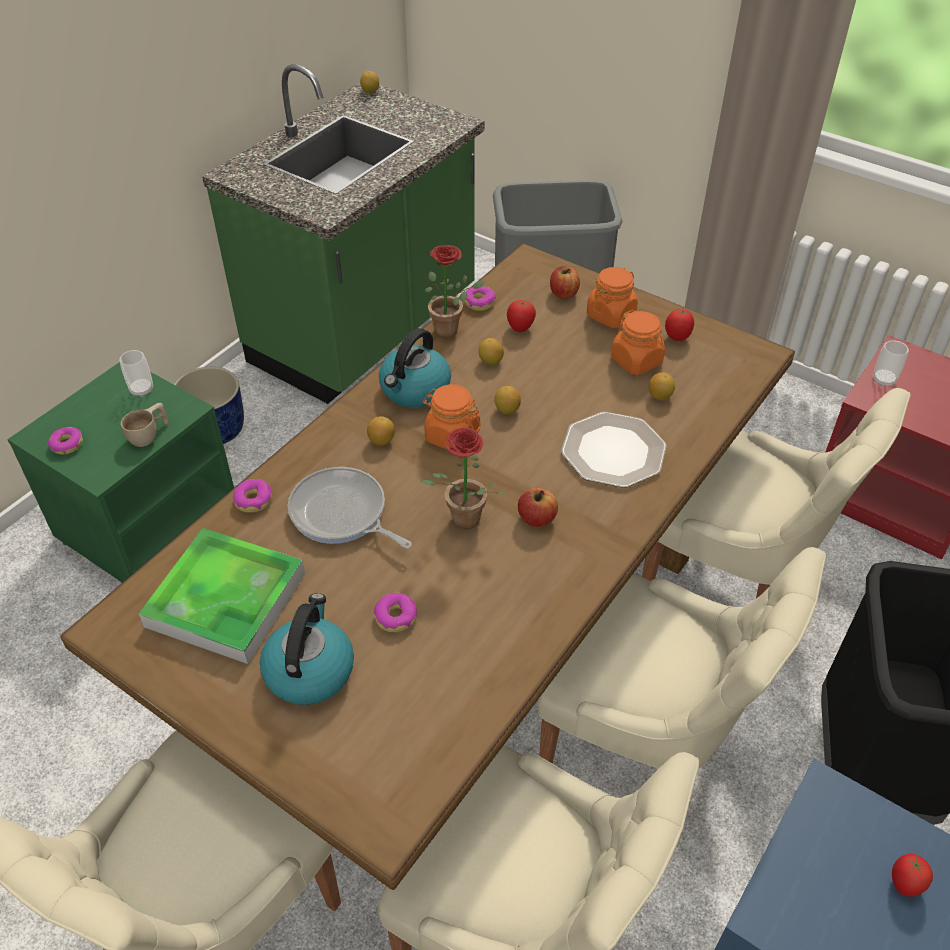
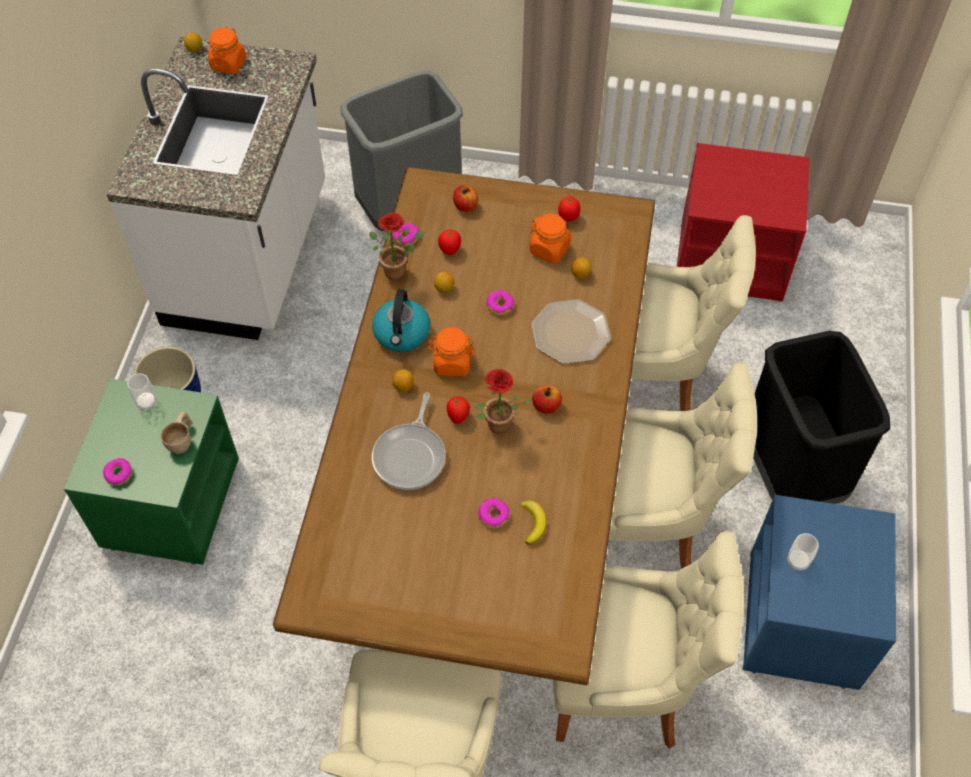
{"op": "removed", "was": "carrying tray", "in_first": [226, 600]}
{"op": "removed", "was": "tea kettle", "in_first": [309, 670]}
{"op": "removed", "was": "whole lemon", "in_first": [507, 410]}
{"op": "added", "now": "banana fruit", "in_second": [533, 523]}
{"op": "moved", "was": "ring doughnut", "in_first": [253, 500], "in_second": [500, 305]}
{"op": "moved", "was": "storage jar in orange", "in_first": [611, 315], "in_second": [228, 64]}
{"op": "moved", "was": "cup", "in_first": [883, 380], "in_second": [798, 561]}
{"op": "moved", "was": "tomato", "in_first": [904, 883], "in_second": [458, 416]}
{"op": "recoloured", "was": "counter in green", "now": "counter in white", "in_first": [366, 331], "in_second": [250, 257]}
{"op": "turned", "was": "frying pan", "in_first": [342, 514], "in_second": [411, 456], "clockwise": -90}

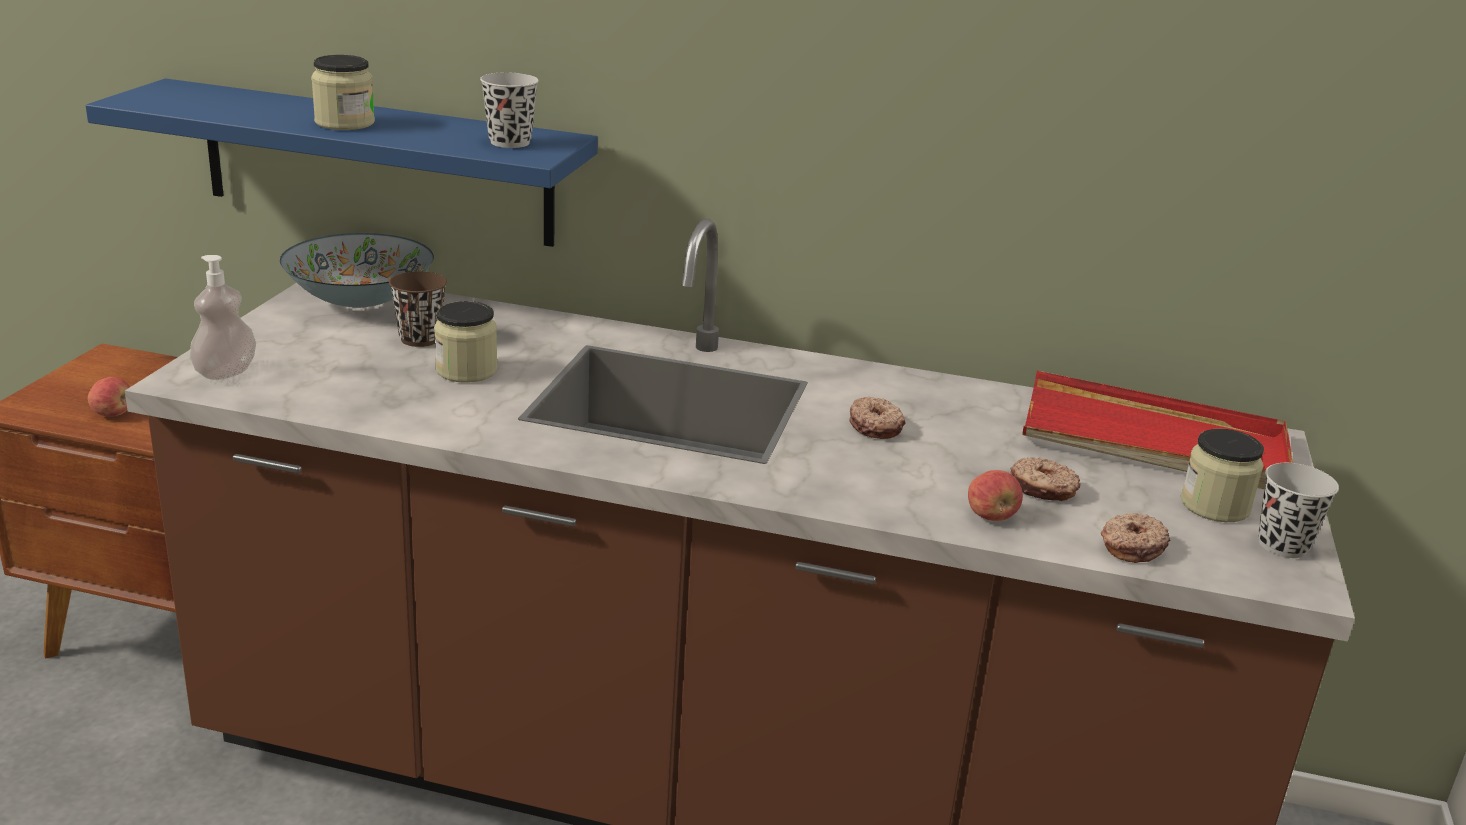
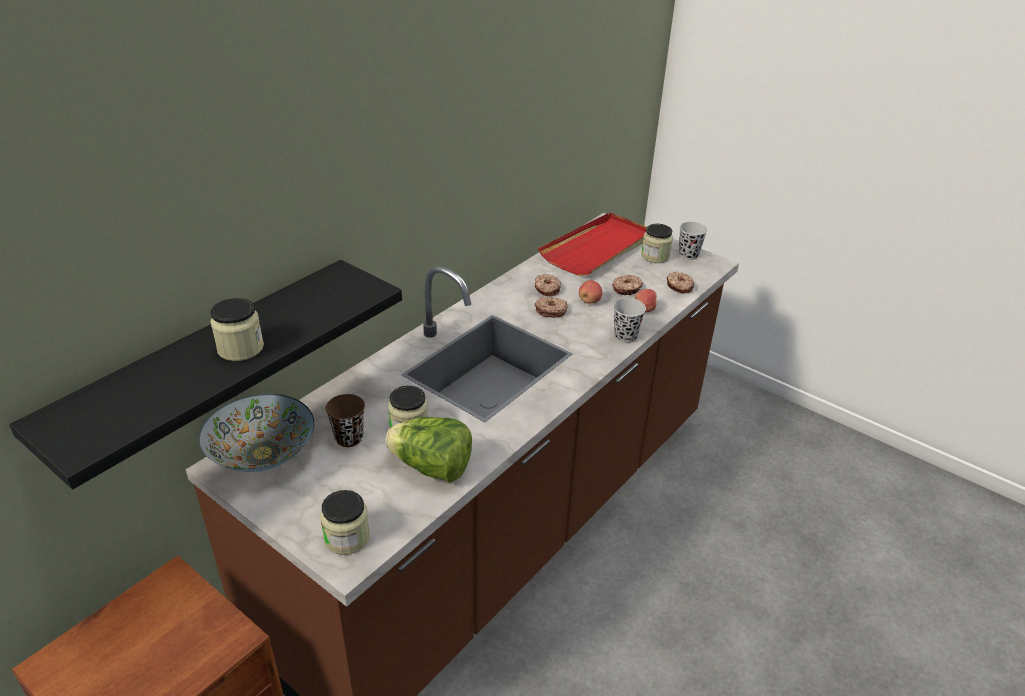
{"op": "added", "now": "head of lettuce", "in_second": [432, 468]}
{"op": "added", "now": "ring doughnut", "in_second": [546, 289]}
{"op": "moved", "was": "apple fruit", "in_first": [113, 413], "in_second": [589, 301]}
{"op": "moved", "was": "cup in black-coloured", "in_first": [510, 142], "in_second": [625, 336]}
{"op": "replaced", "was": "soap dispenser", "now": "storage jar", "in_first": [226, 372], "in_second": [347, 538]}
{"op": "recoloured", "was": "wall shelf in bluish", "now": "wall shelf in black-coloured", "in_first": [377, 163], "in_second": [207, 366]}

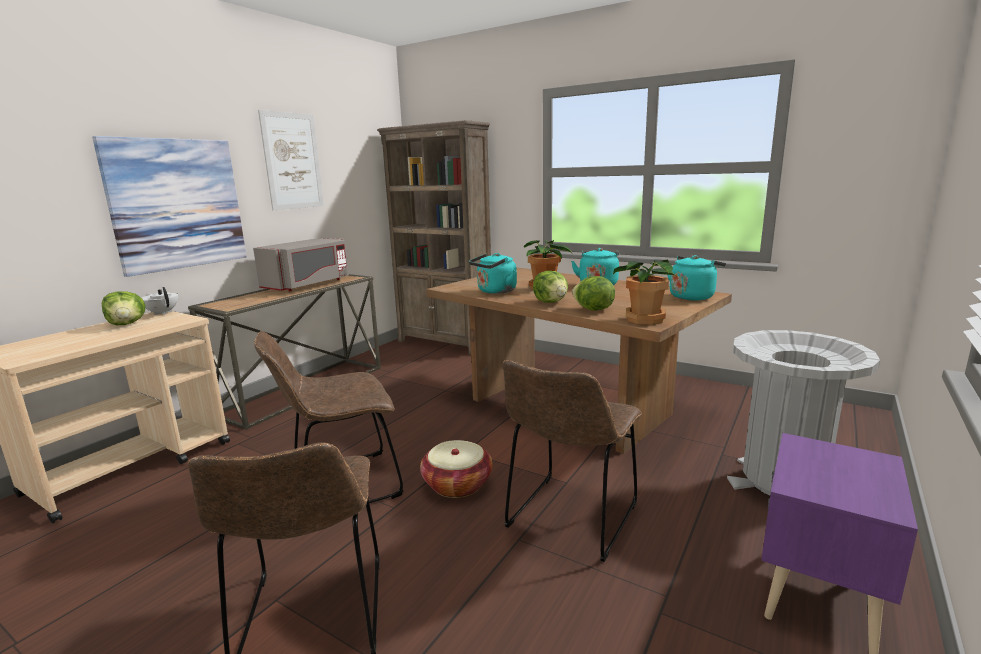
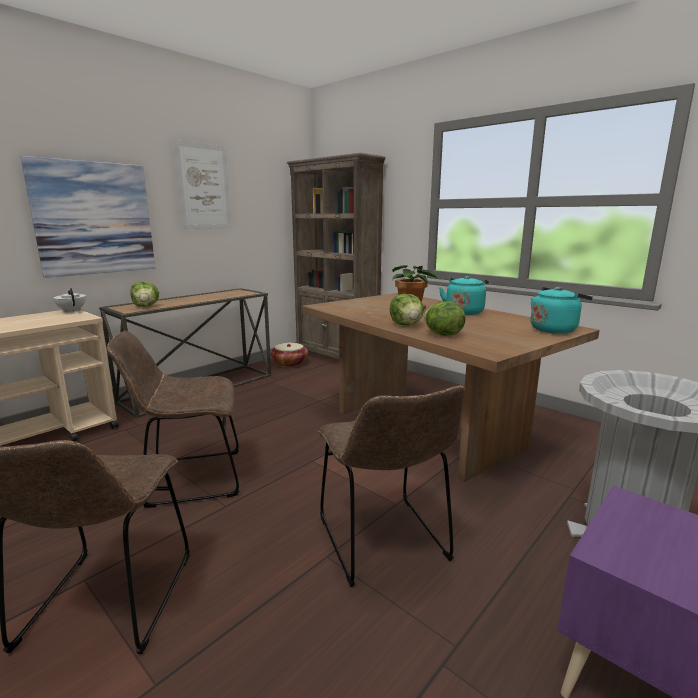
{"op": "removed", "was": "microwave oven in grey", "in_first": [308, 284]}
{"op": "removed", "was": "tea kettle in turquoise-coloured", "in_first": [495, 291]}
{"op": "removed", "was": "potted plant", "in_first": [644, 319]}
{"op": "moved", "was": "head of lettuce", "in_first": [127, 324], "in_second": [146, 306]}
{"op": "moved", "was": "storage basket", "in_first": [457, 484], "in_second": [289, 363]}
{"op": "turned", "was": "chair in brown-coloured", "in_first": [569, 519], "in_second": [385, 543], "clockwise": -60}

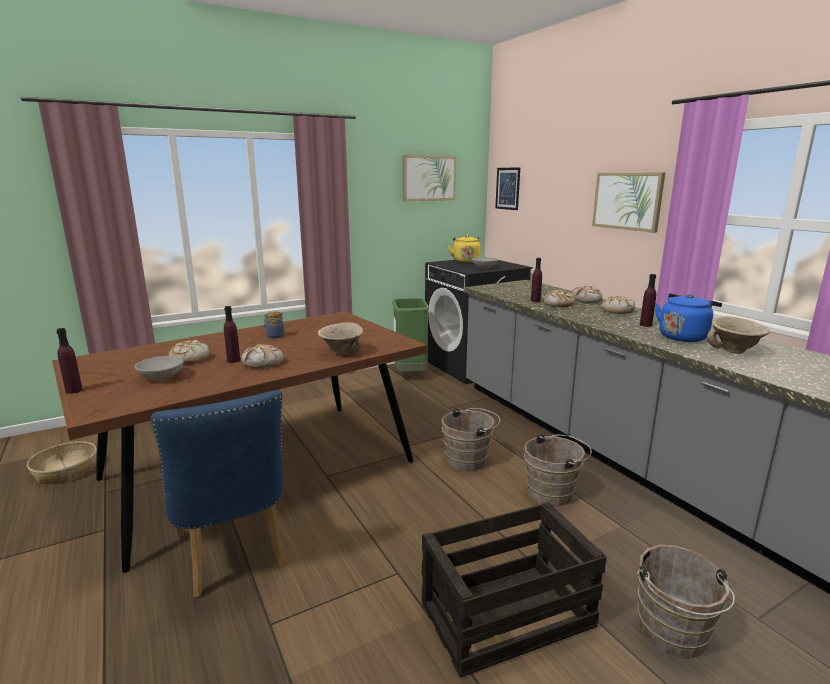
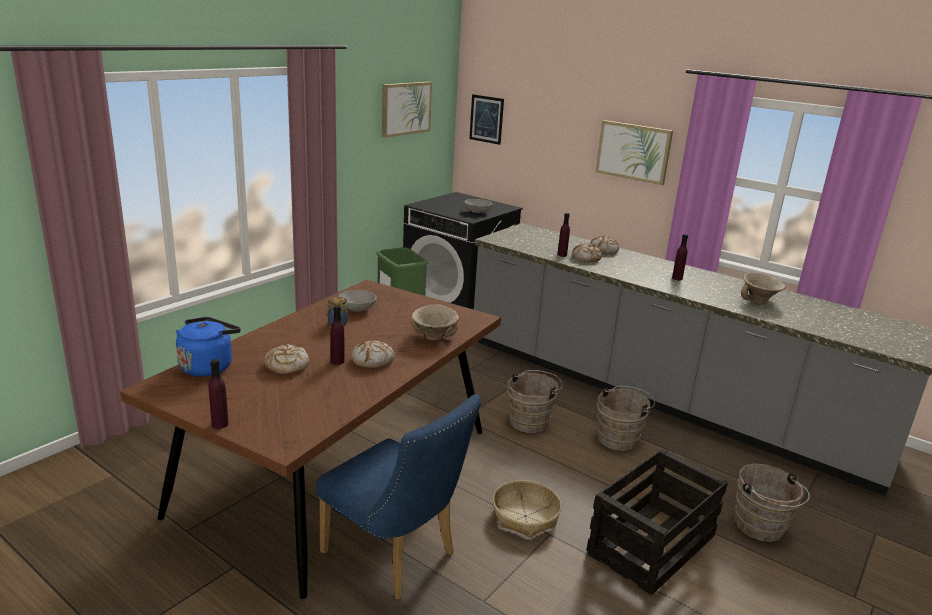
{"op": "removed", "was": "tea kettle in yellow", "in_first": [465, 261]}
{"op": "removed", "was": "bakery bread", "in_first": [617, 310]}
{"op": "moved", "was": "storage basket", "in_first": [66, 470], "in_second": [525, 516]}
{"op": "moved", "was": "serving bowl in grey", "in_first": [161, 377], "in_second": [357, 309]}
{"op": "moved", "was": "tea kettle in bluish", "in_first": [683, 337], "in_second": [208, 366]}

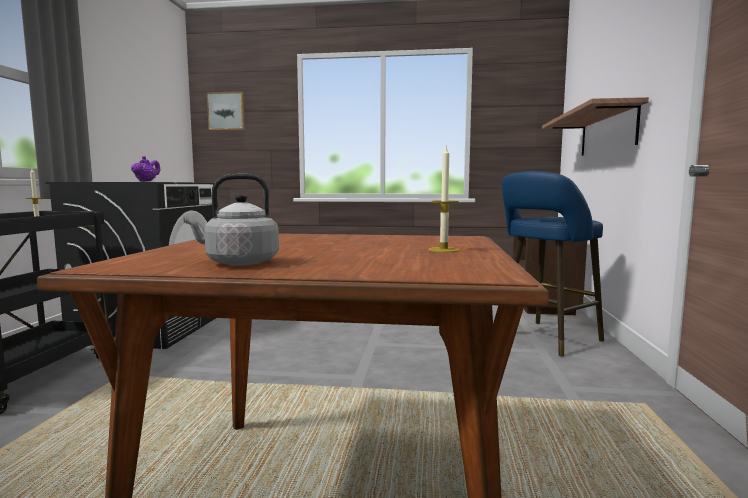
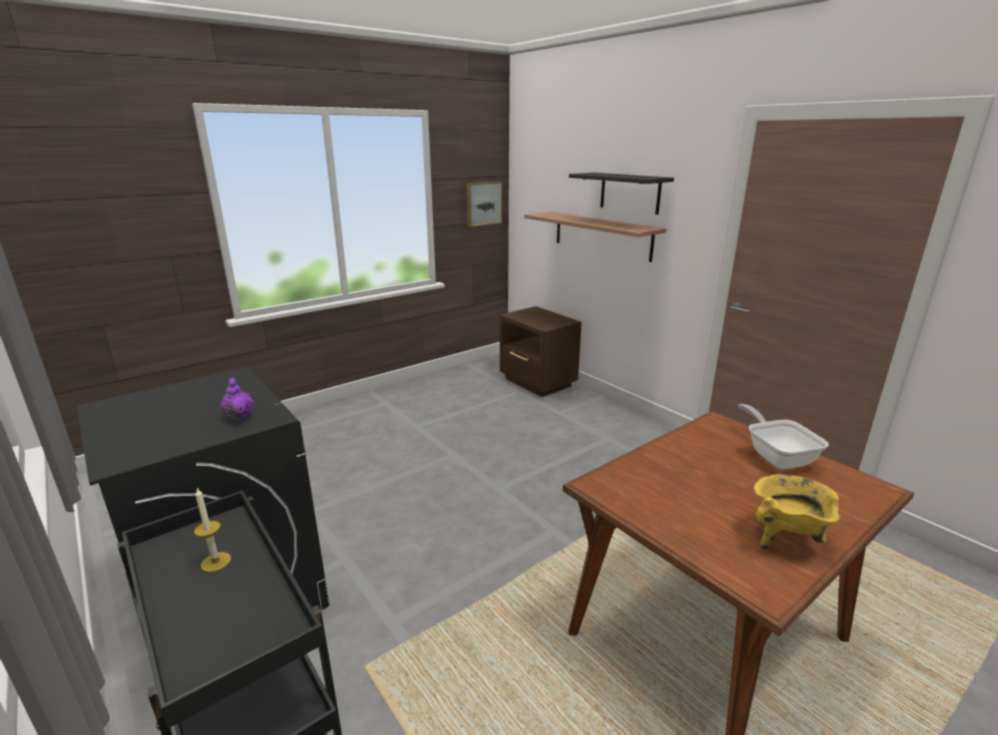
{"op": "removed", "was": "stool seat in bluish", "in_first": [544, 339]}
{"op": "added", "now": "wall shelf in black-coloured", "in_second": [630, 193]}
{"op": "moved", "was": "wall picture", "in_first": [226, 111], "in_second": [483, 203]}
{"op": "replaced", "was": "tea kettle in grey", "now": "stockpot in yellow", "in_first": [238, 263], "in_second": [786, 539]}
{"op": "replaced", "was": "wax candle", "now": "frying pan", "in_first": [443, 250], "in_second": [776, 456]}

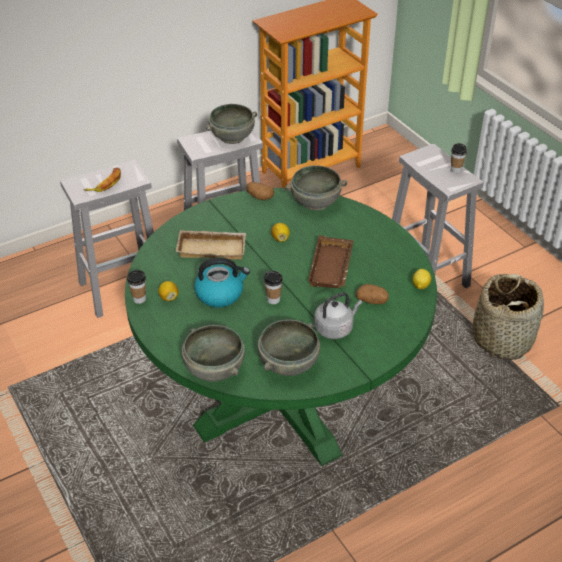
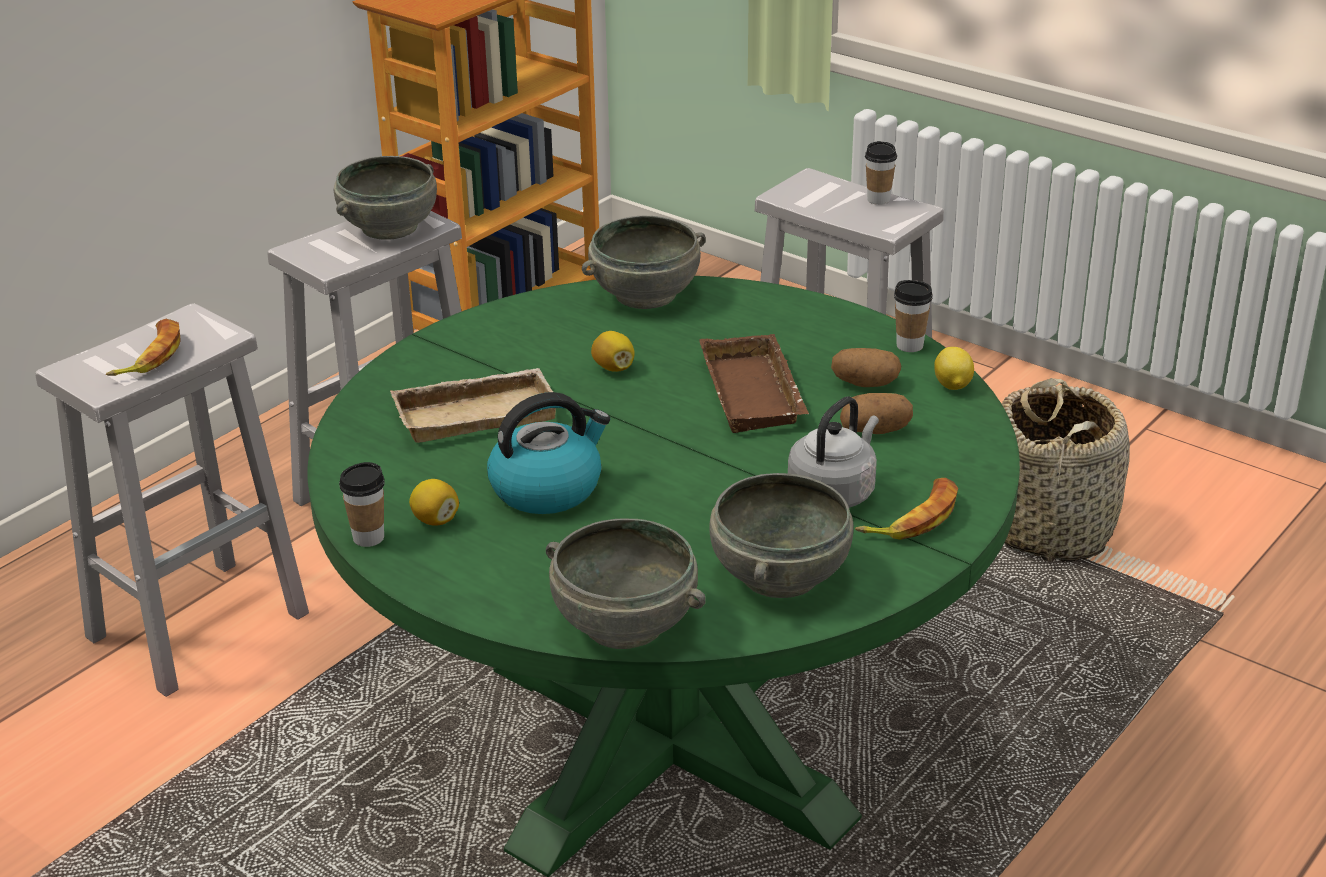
{"op": "added", "now": "banana fruit", "in_second": [913, 517]}
{"op": "moved", "was": "whole potato", "in_first": [259, 197], "in_second": [865, 383]}
{"op": "moved", "was": "cup", "in_first": [273, 300], "in_second": [909, 345]}

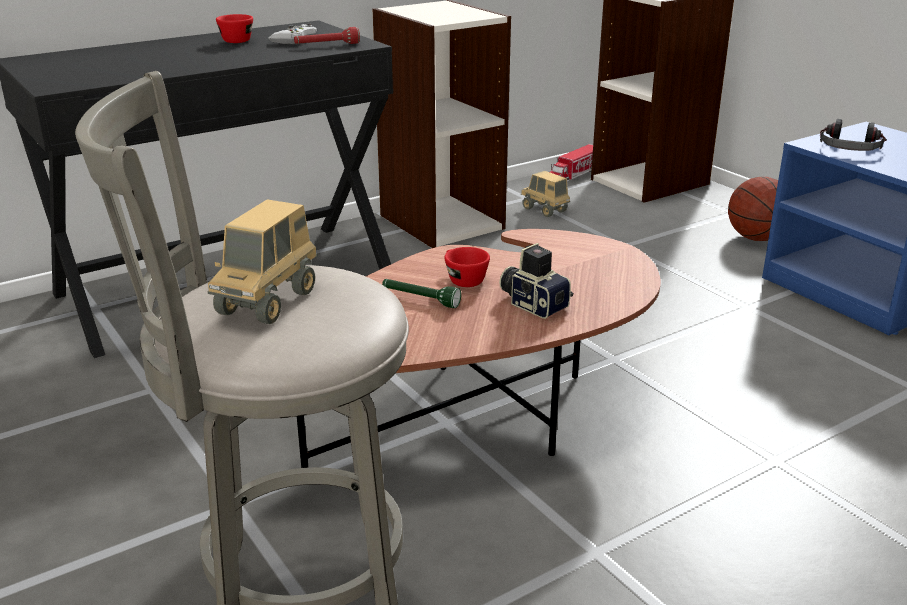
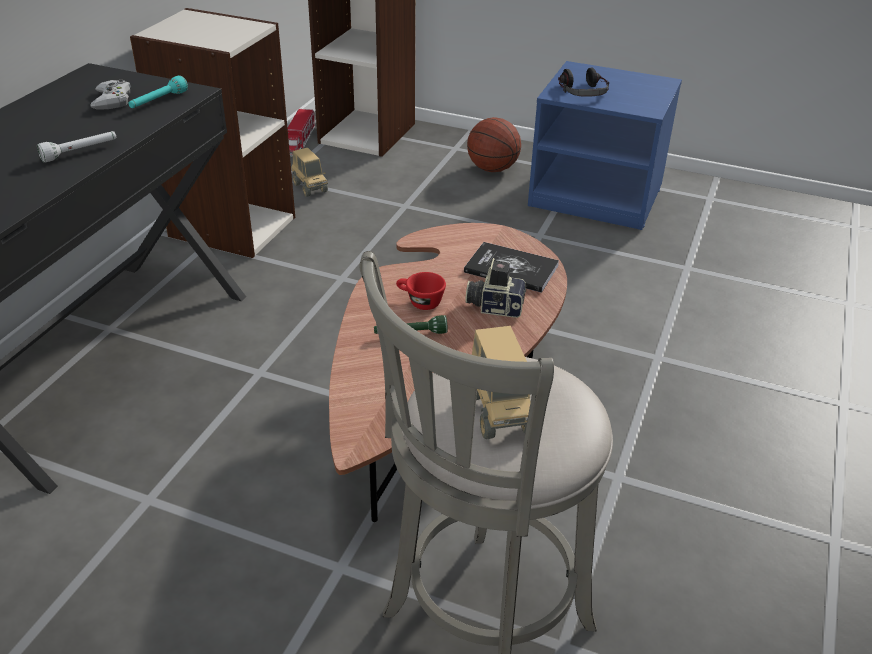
{"op": "removed", "was": "cup in red-coloured", "in_first": [237, 40]}
{"op": "added", "now": "hand torch in white", "in_second": [80, 152]}
{"op": "added", "now": "bound book", "in_second": [511, 269]}
{"op": "recoloured", "was": "hand torch in red-coloured", "now": "hand torch in turquoise-coloured", "in_first": [327, 45], "in_second": [158, 101]}
{"op": "turned", "was": "toy lorry", "in_first": [544, 210], "in_second": [310, 188], "clockwise": -135}

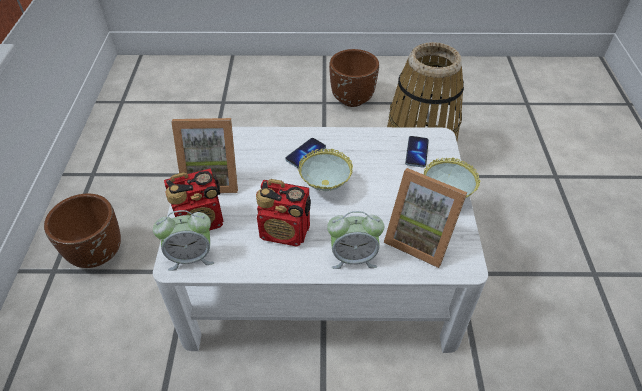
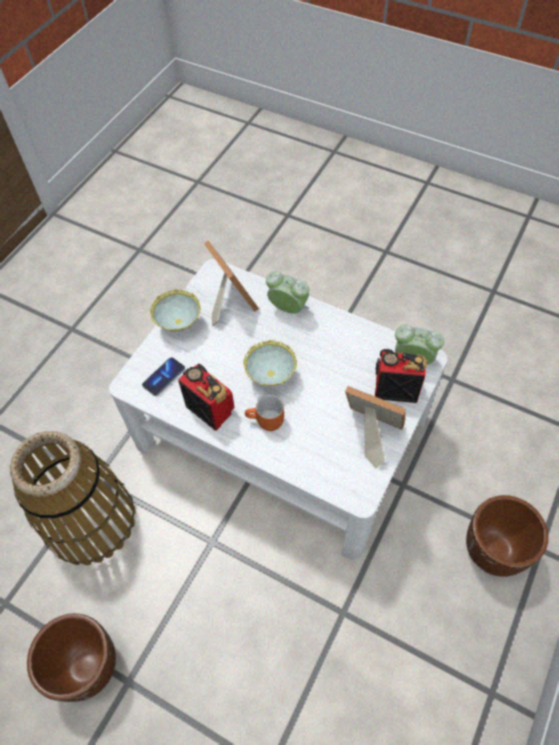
{"op": "moved", "was": "radio", "in_first": [285, 232], "in_second": [210, 409]}
{"op": "replaced", "was": "telephone", "now": "tea mug in orange", "in_first": [305, 154], "in_second": [266, 422]}

